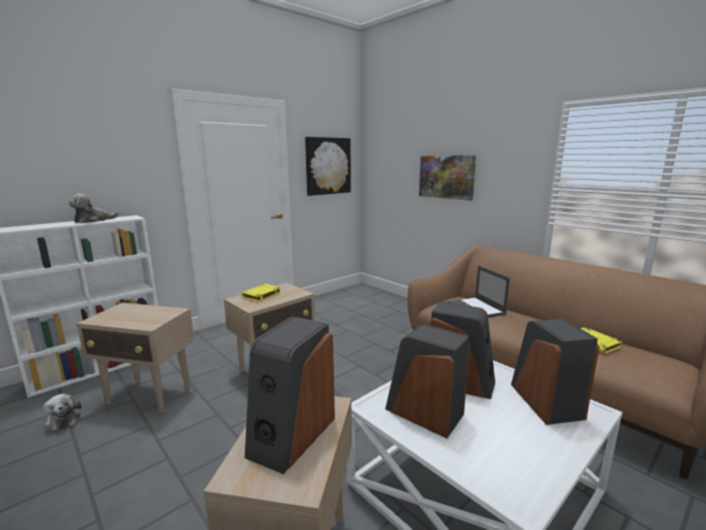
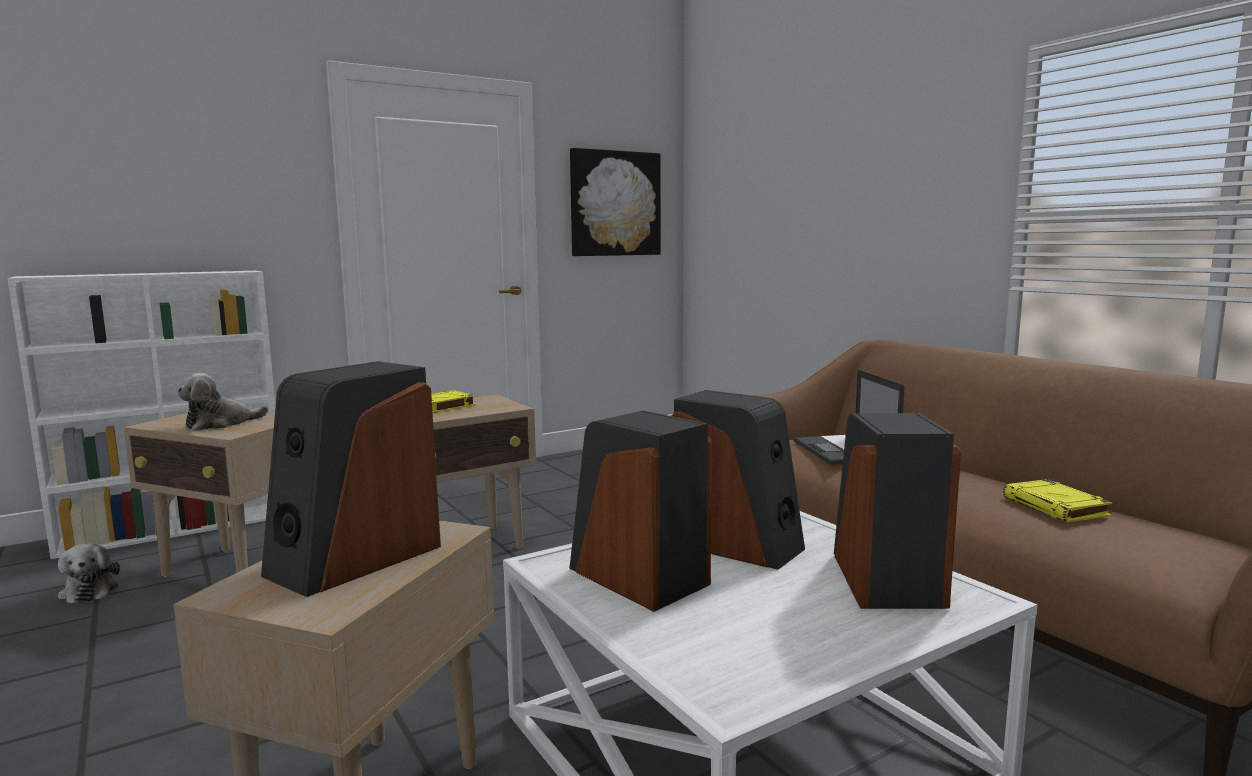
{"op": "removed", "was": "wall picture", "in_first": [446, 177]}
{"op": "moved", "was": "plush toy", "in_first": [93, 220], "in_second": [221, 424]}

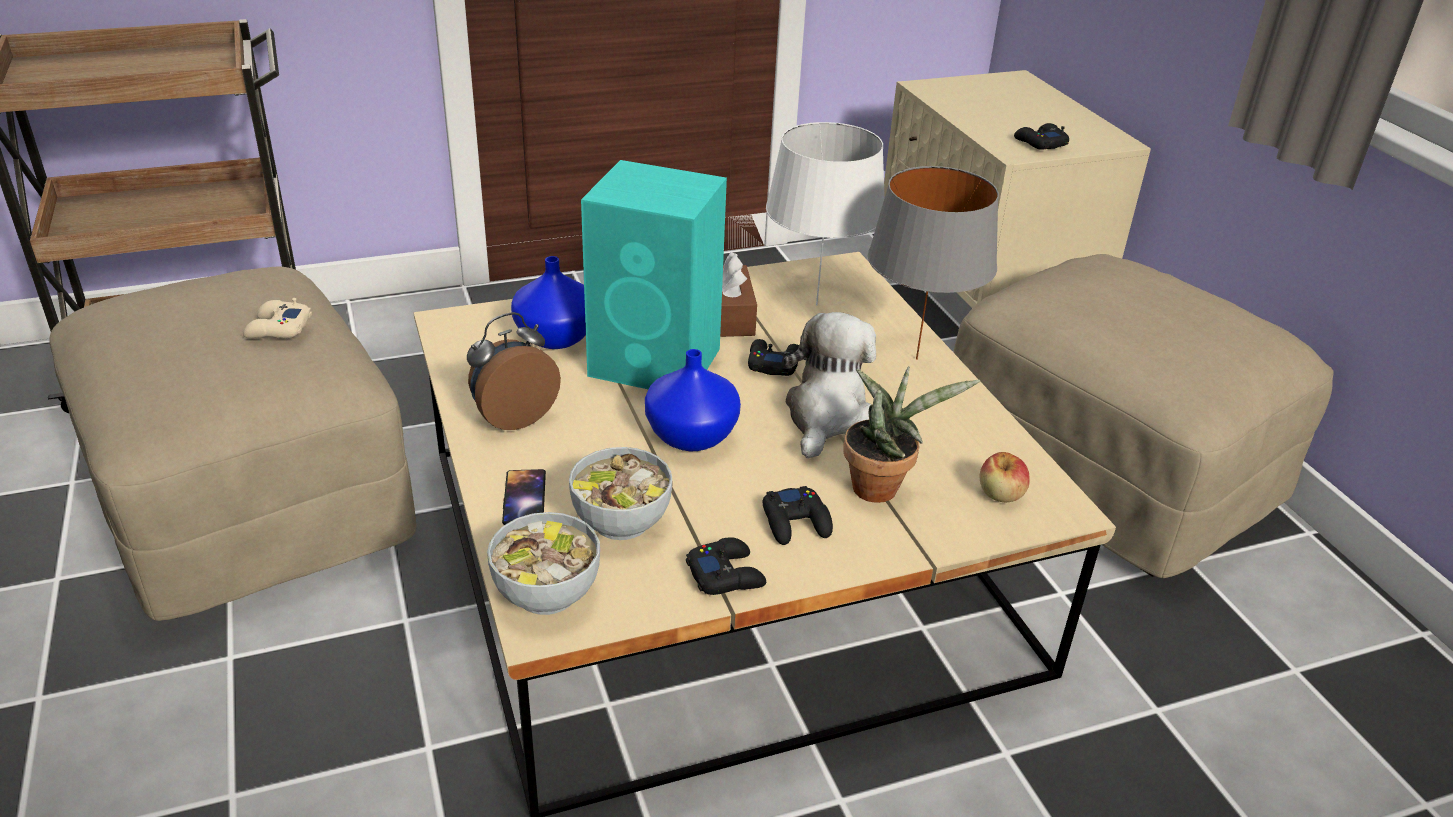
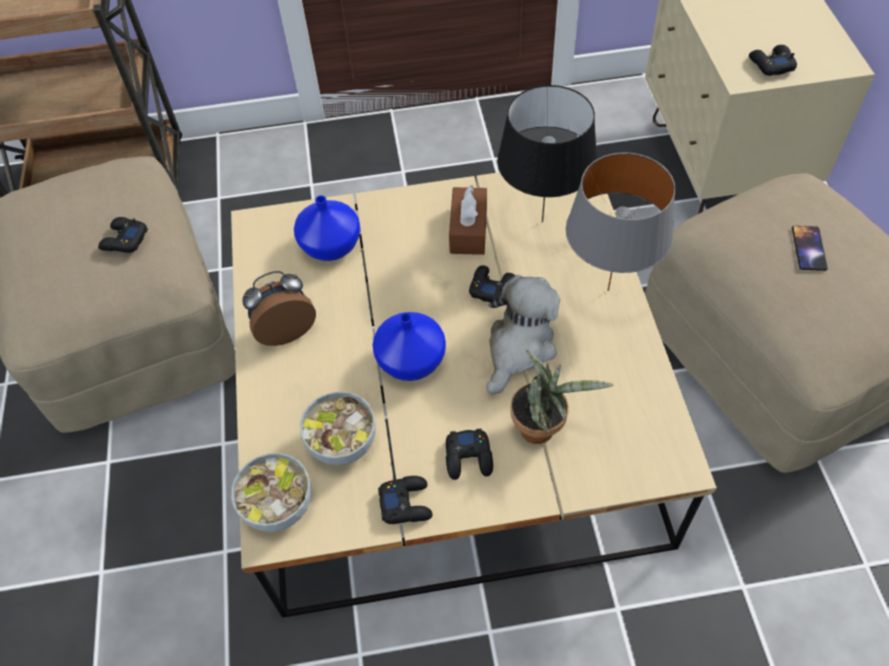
{"op": "removed", "was": "loudspeaker in turquoise-coloured", "in_first": [658, 363]}
{"op": "removed", "was": "apple fruit", "in_first": [1000, 494]}
{"op": "moved", "was": "telephone", "in_first": [524, 498], "in_second": [808, 248]}
{"op": "recoloured", "was": "gamepad in beige", "now": "gamepad in black-coloured", "in_first": [278, 328], "in_second": [124, 240]}
{"op": "recoloured", "was": "lamp for a table in white", "now": "lamp for a table in black-coloured", "in_first": [816, 305], "in_second": [542, 222]}

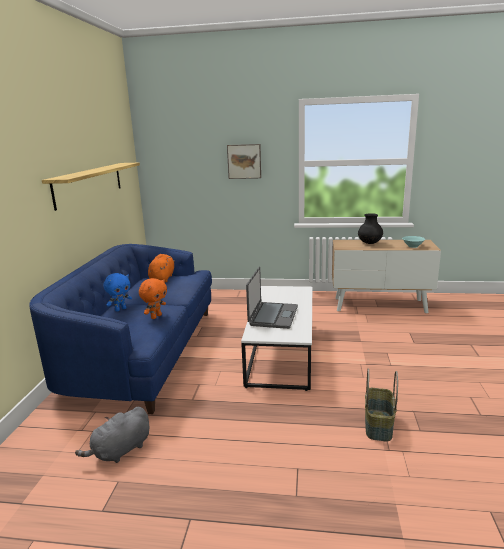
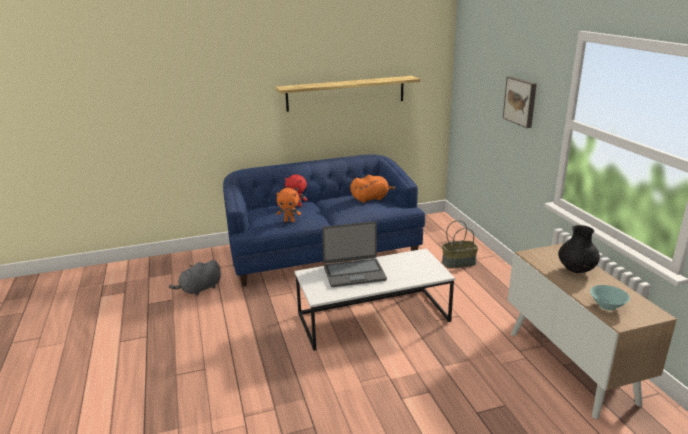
{"op": "moved", "was": "storage basket", "in_first": [377, 425], "in_second": [459, 263]}
{"op": "recoloured", "was": "plush toy in bluish", "now": "plush toy in red-coloured", "in_first": [120, 309], "in_second": [297, 205]}
{"op": "turned", "was": "plush toy in grey", "in_first": [120, 451], "in_second": [199, 289], "clockwise": -60}

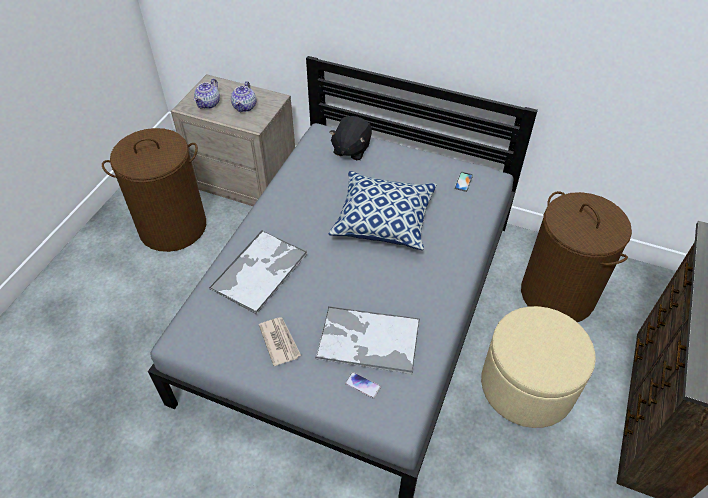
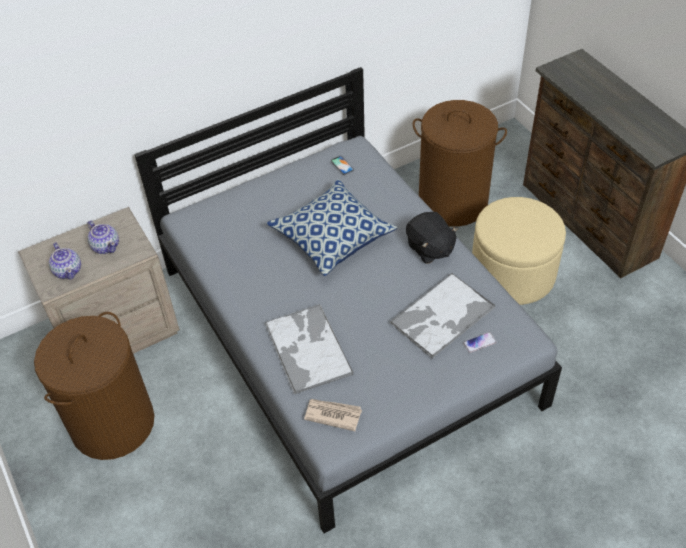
{"op": "moved", "was": "daily paper", "in_first": [279, 341], "in_second": [332, 414]}
{"op": "moved", "was": "plush toy in black-coloured", "in_first": [351, 149], "in_second": [430, 248]}

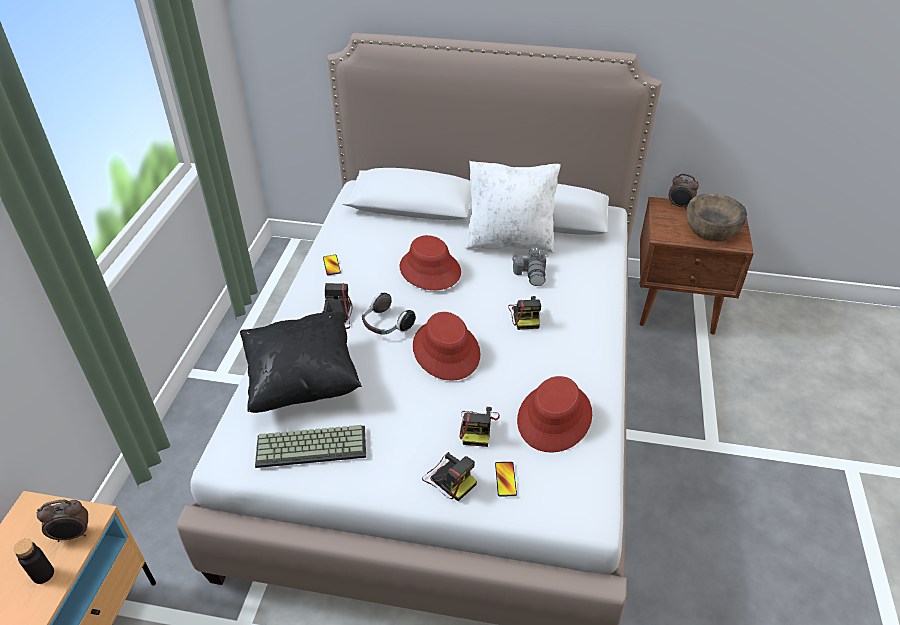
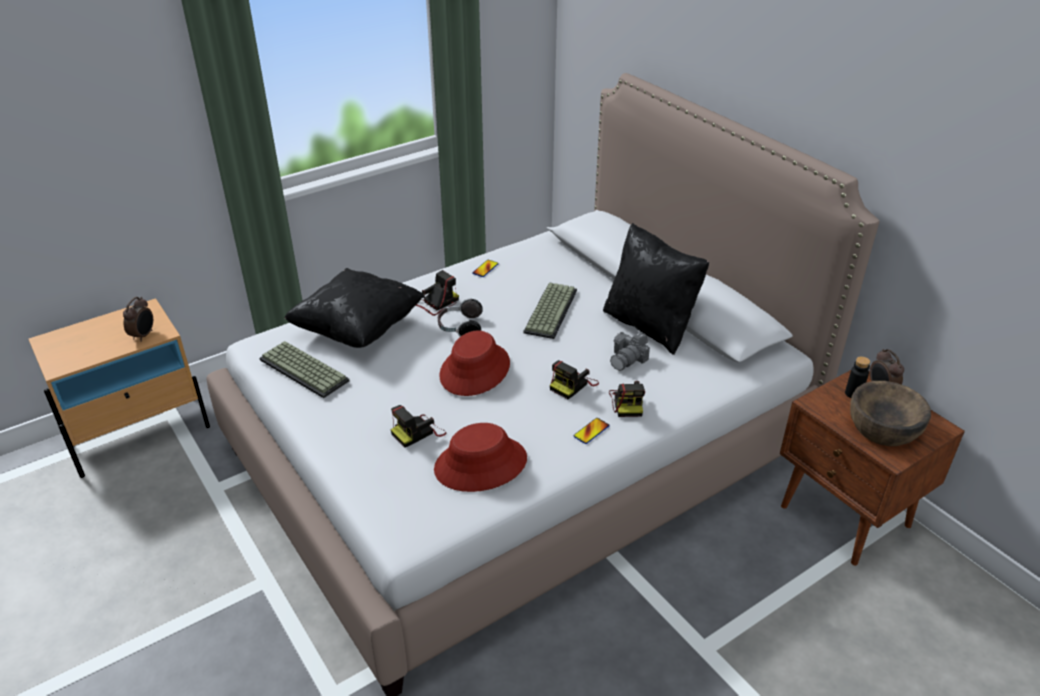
{"op": "moved", "was": "beverage bottle in black-coloured", "in_first": [43, 574], "in_second": [853, 393]}
{"op": "moved", "was": "photo camera", "in_first": [449, 478], "in_second": [628, 402]}
{"op": "moved", "was": "telephone", "in_first": [505, 479], "in_second": [591, 431]}
{"op": "replaced", "was": "wearable hat in red-coloured", "now": "keyboard", "in_first": [429, 270], "in_second": [549, 310]}
{"op": "recoloured", "was": "pillow in white", "now": "pillow in black-coloured", "in_first": [509, 241], "in_second": [650, 325]}
{"op": "turned", "was": "table clock", "in_first": [73, 535], "in_second": [144, 335], "clockwise": -105}

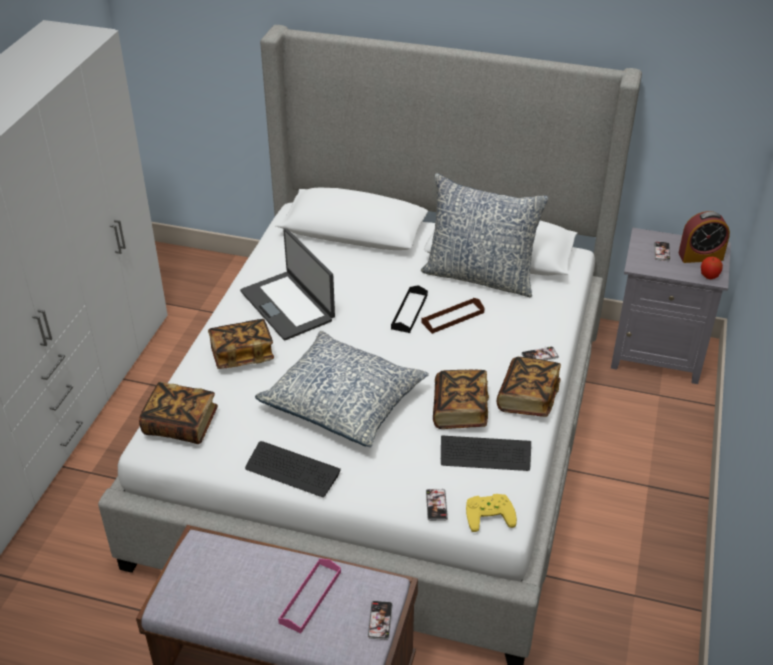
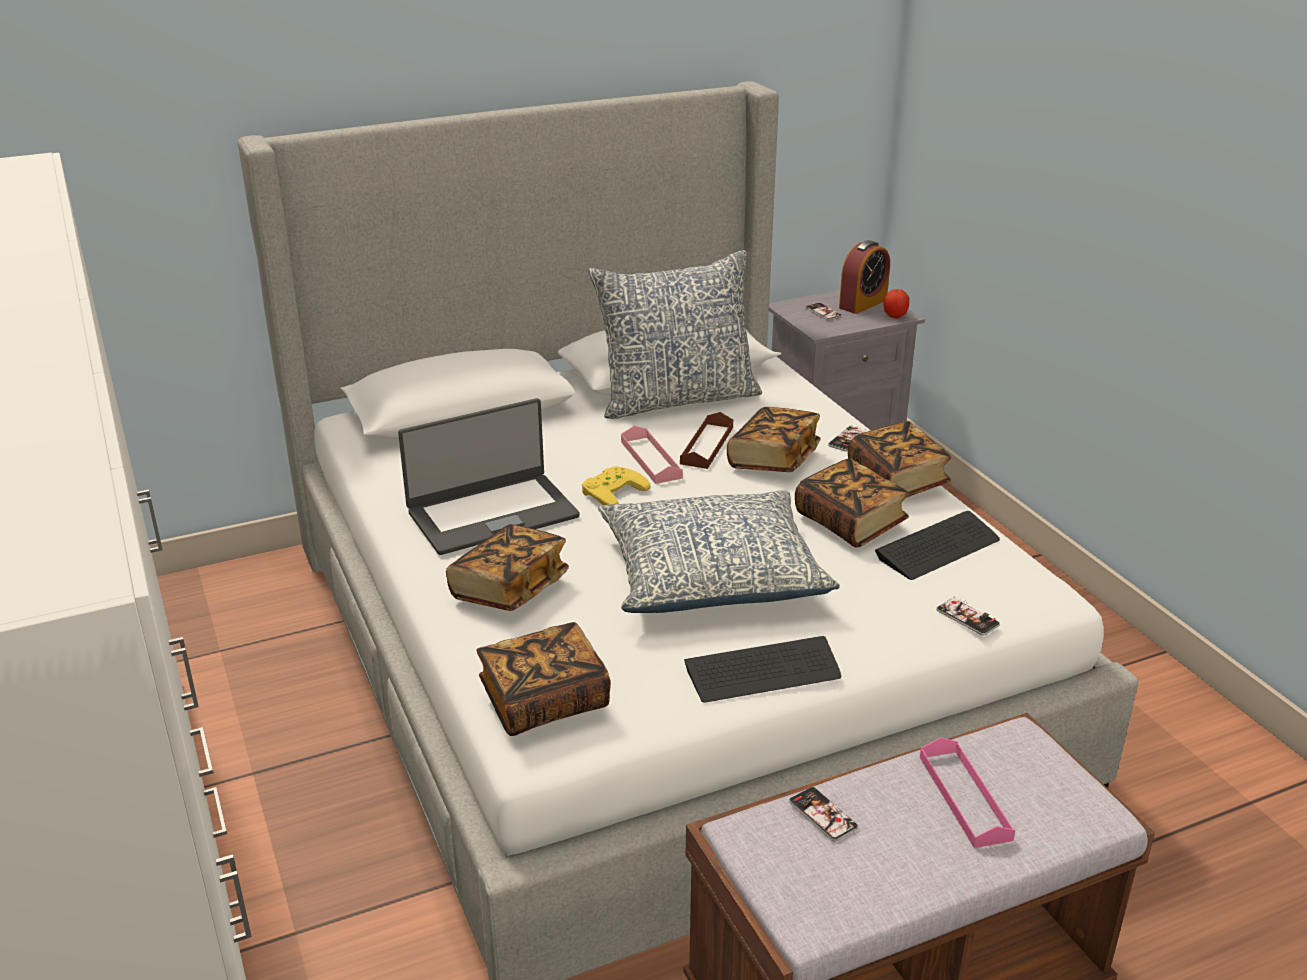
{"op": "added", "now": "bound book", "in_second": [773, 459]}
{"op": "moved", "was": "telephone", "in_first": [380, 620], "in_second": [823, 815]}
{"op": "moved", "was": "gamepad in yellow", "in_first": [489, 513], "in_second": [611, 490]}
{"op": "recoloured", "was": "carrying tray in black-coloured", "now": "carrying tray in pink-coloured", "in_first": [409, 312], "in_second": [651, 459]}
{"op": "turned", "was": "notebook computer", "in_first": [288, 305], "in_second": [492, 513], "clockwise": -45}

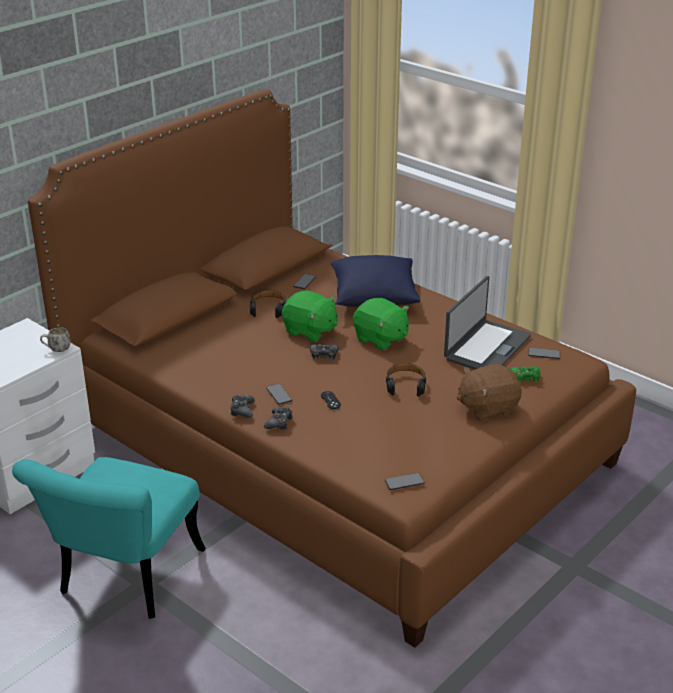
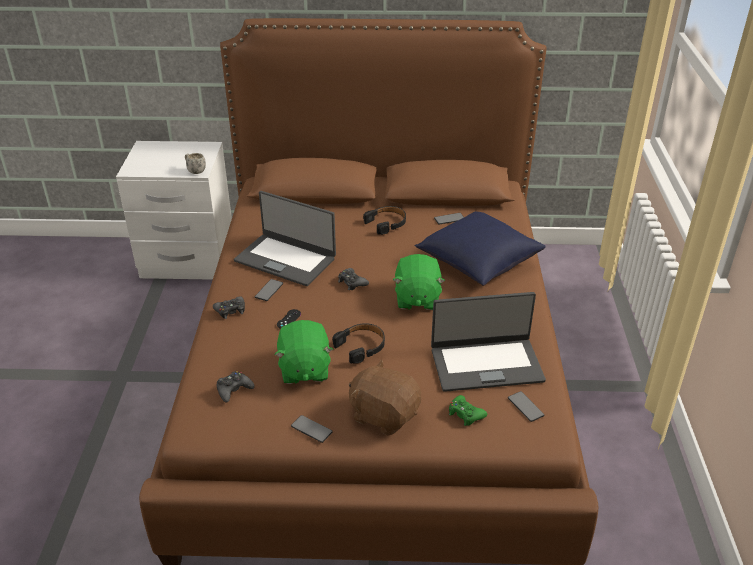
{"op": "removed", "was": "chair in turquoise-coloured", "in_first": [124, 581]}
{"op": "added", "now": "notebook computer", "in_second": [286, 259]}
{"op": "moved", "was": "gamepad in black-coloured", "in_first": [242, 410], "in_second": [234, 390]}
{"op": "moved", "was": "plush toy in green", "in_first": [310, 331], "in_second": [304, 369]}
{"op": "moved", "was": "telephone", "in_first": [404, 482], "in_second": [311, 429]}

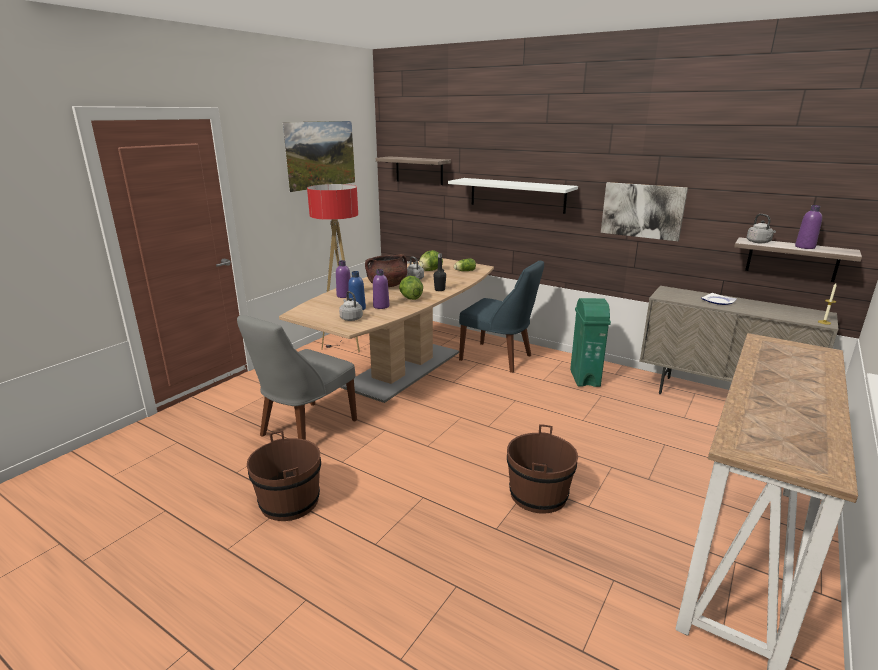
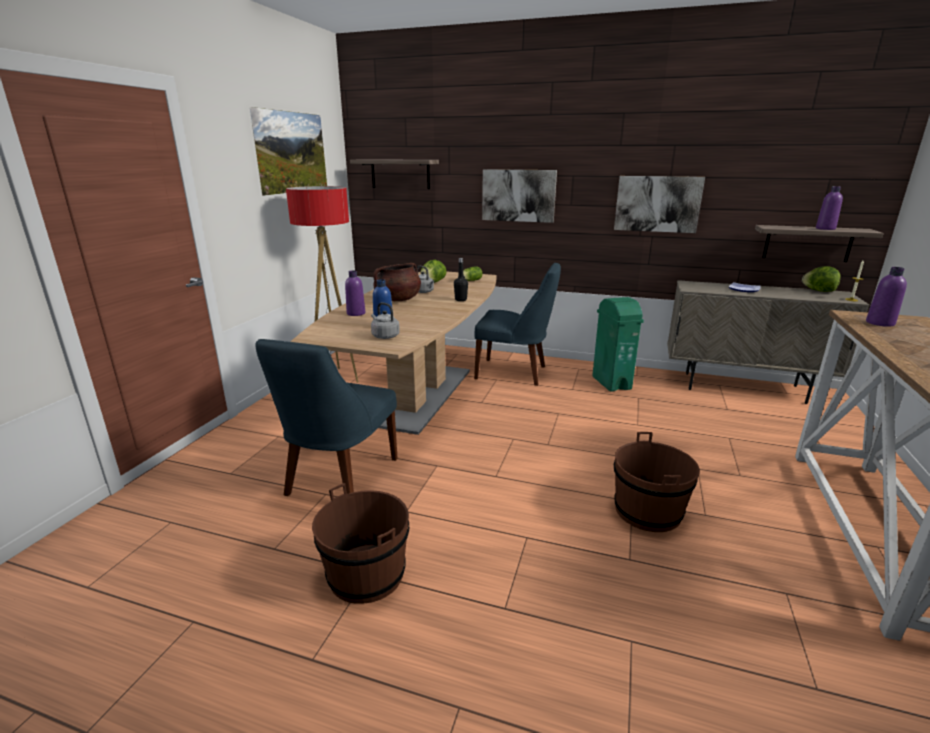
{"op": "removed", "was": "tea kettle in grey", "in_first": [759, 242]}
{"op": "moved", "was": "beverage bottle in purple", "in_first": [381, 306], "in_second": [880, 323]}
{"op": "moved", "was": "head of lettuce", "in_first": [410, 298], "in_second": [818, 291]}
{"op": "replaced", "was": "wall shelf in white", "now": "wall picture", "in_first": [517, 195], "in_second": [518, 195]}
{"op": "recoloured", "was": "chair in grey", "now": "chair in bluish", "in_first": [305, 429], "in_second": [339, 479]}

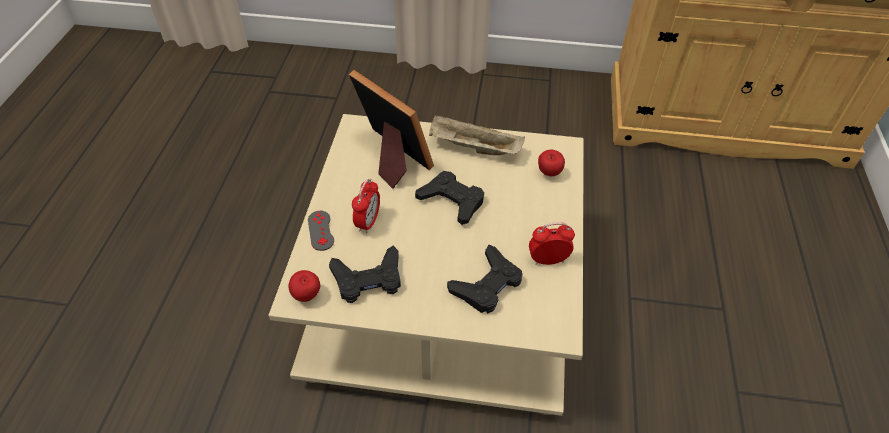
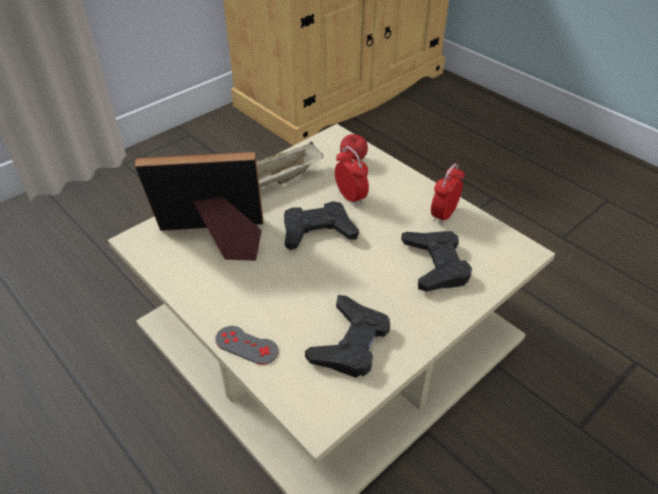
{"op": "removed", "was": "apple fruit", "in_first": [307, 296]}
{"op": "moved", "was": "table clock", "in_first": [368, 222], "in_second": [350, 197]}

